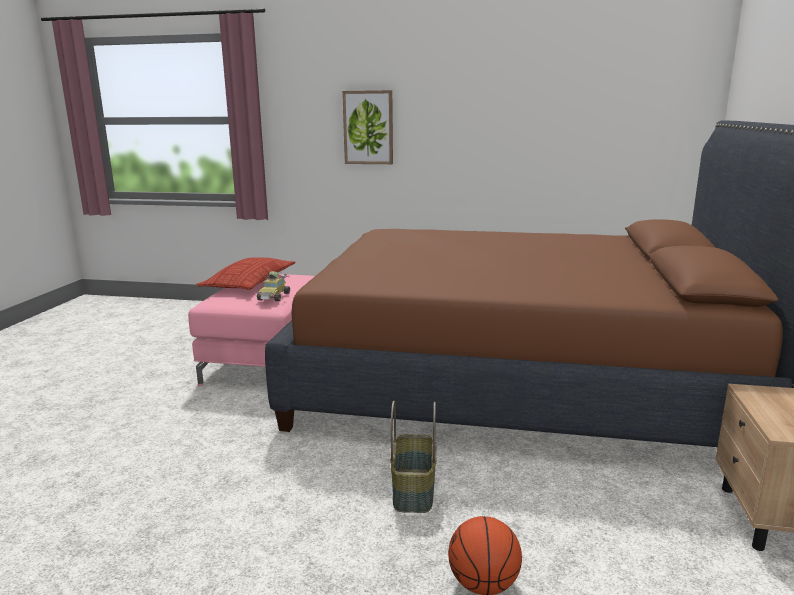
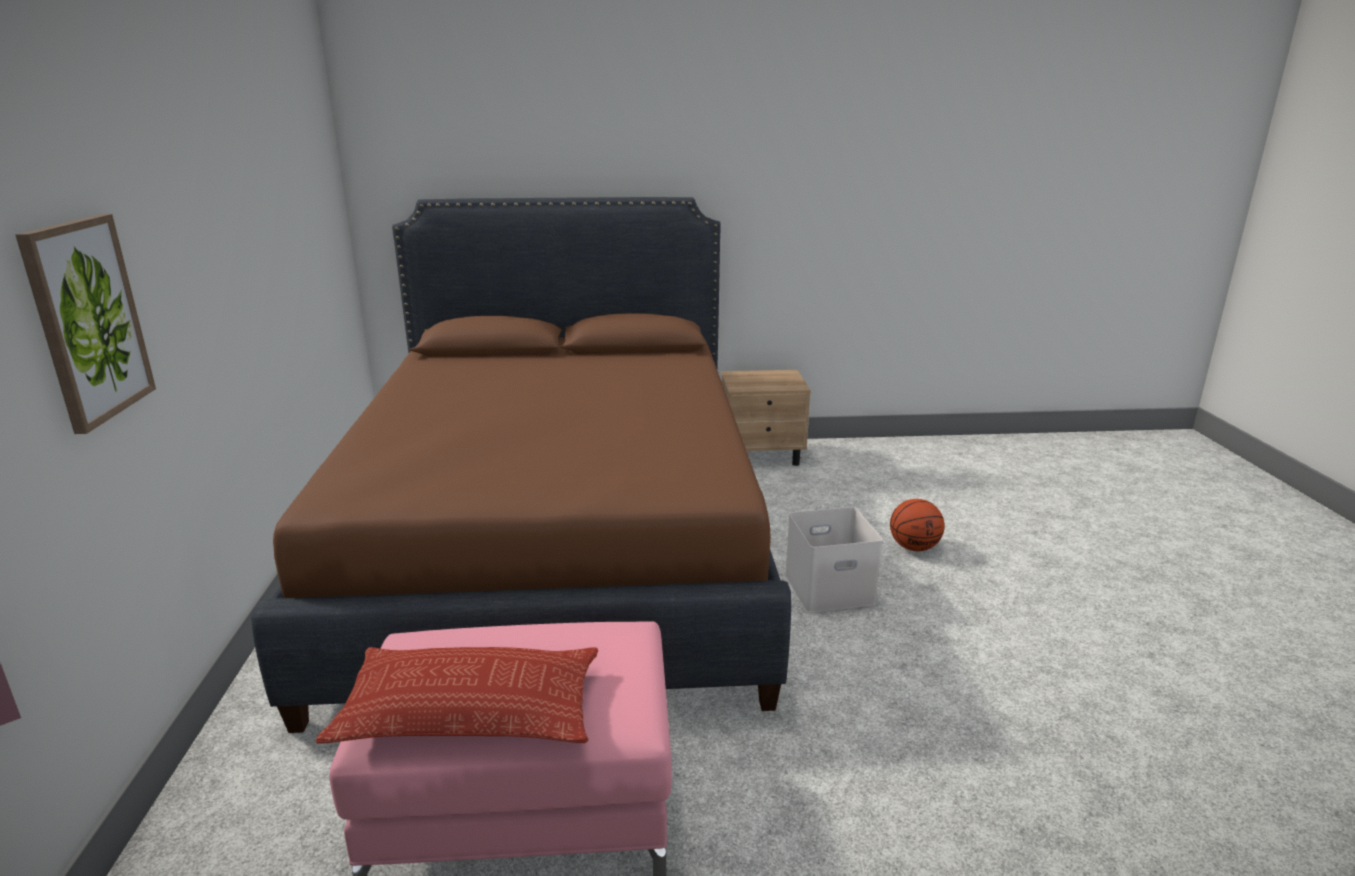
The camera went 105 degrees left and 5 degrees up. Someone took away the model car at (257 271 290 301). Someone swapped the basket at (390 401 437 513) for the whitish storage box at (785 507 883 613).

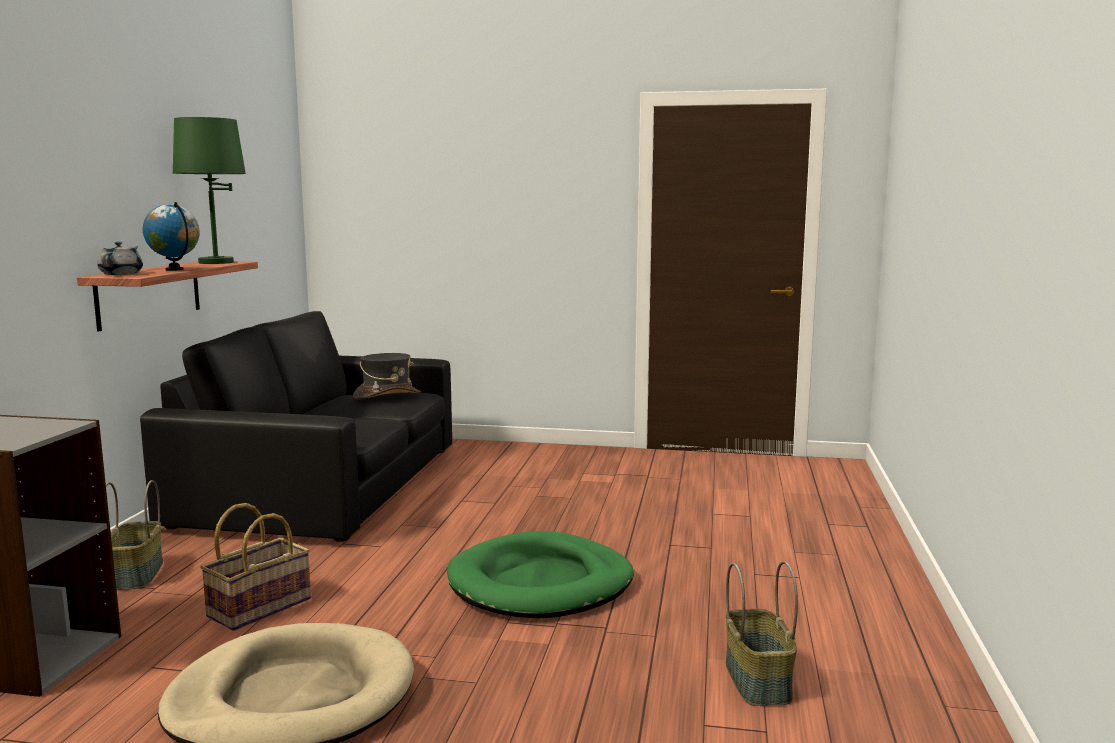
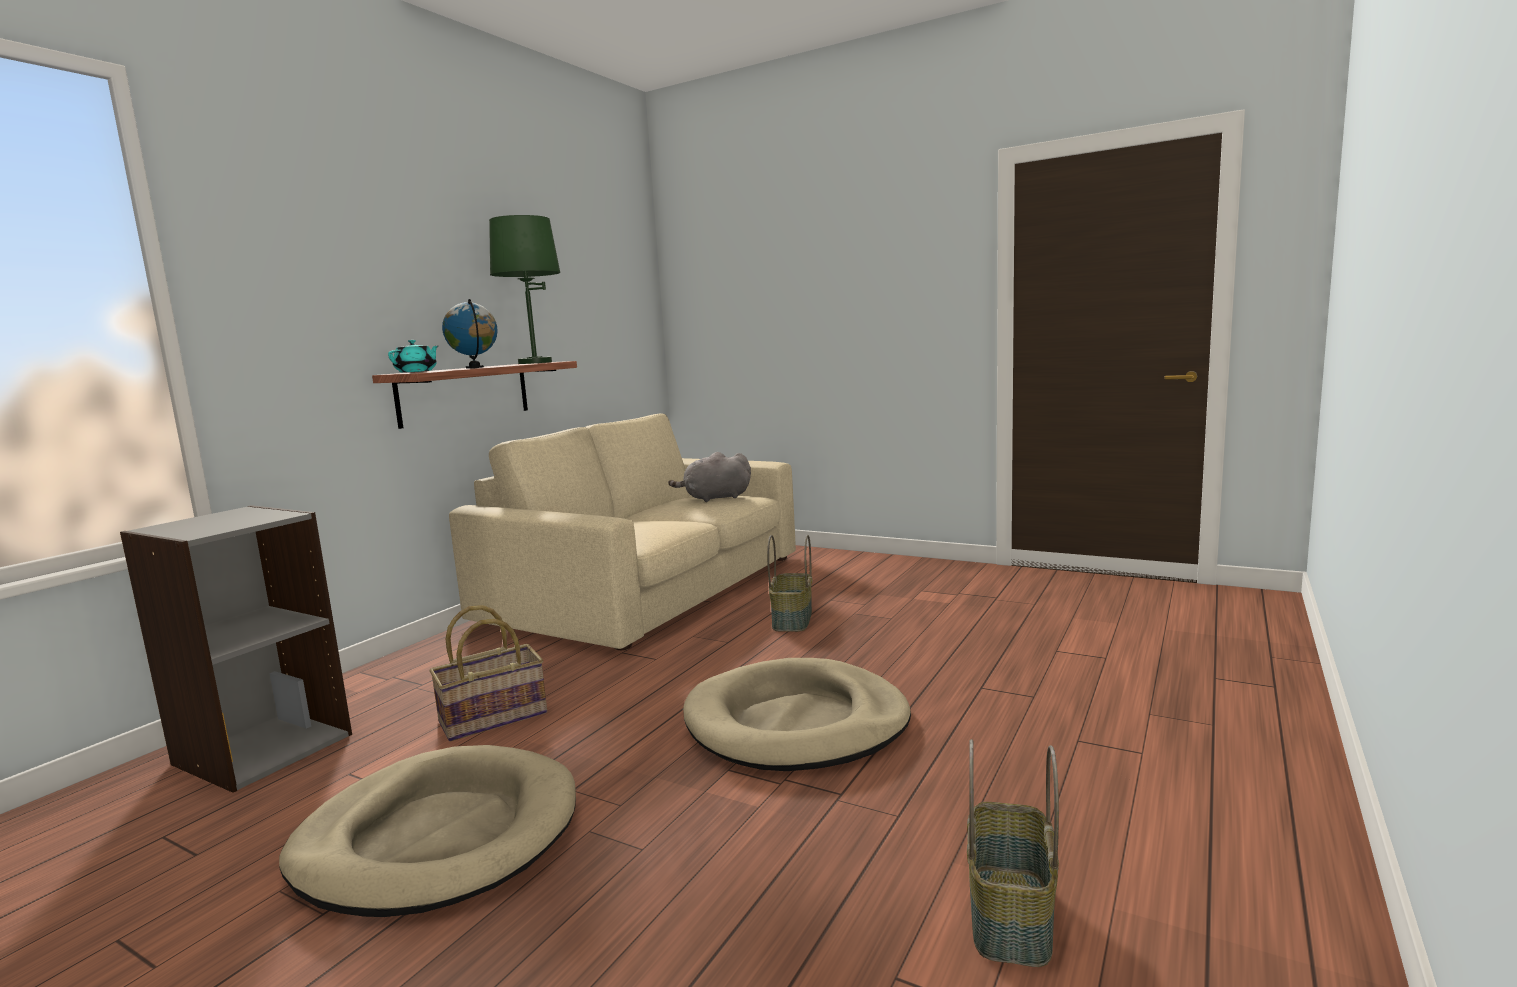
The camera went 20 degrees right and 0 degrees up. Someone repainted the greyish teapot at (97 242 143 275), which became the turquoise-coloured teapot at (388 340 438 373). Someone repainted the blackish couch at (140 311 452 542), which became the sand-coloured couch at (449 414 796 650). Someone swapped the greyish wearable hat at (353 353 421 400) for the greyish cuddly toy at (668 452 751 502). Someone carried the basket from (106 480 163 590) to (767 535 812 632). Someone repainted the green-coloured pet bed at (447 531 634 619), which became the sand-coloured pet bed at (683 658 911 771).

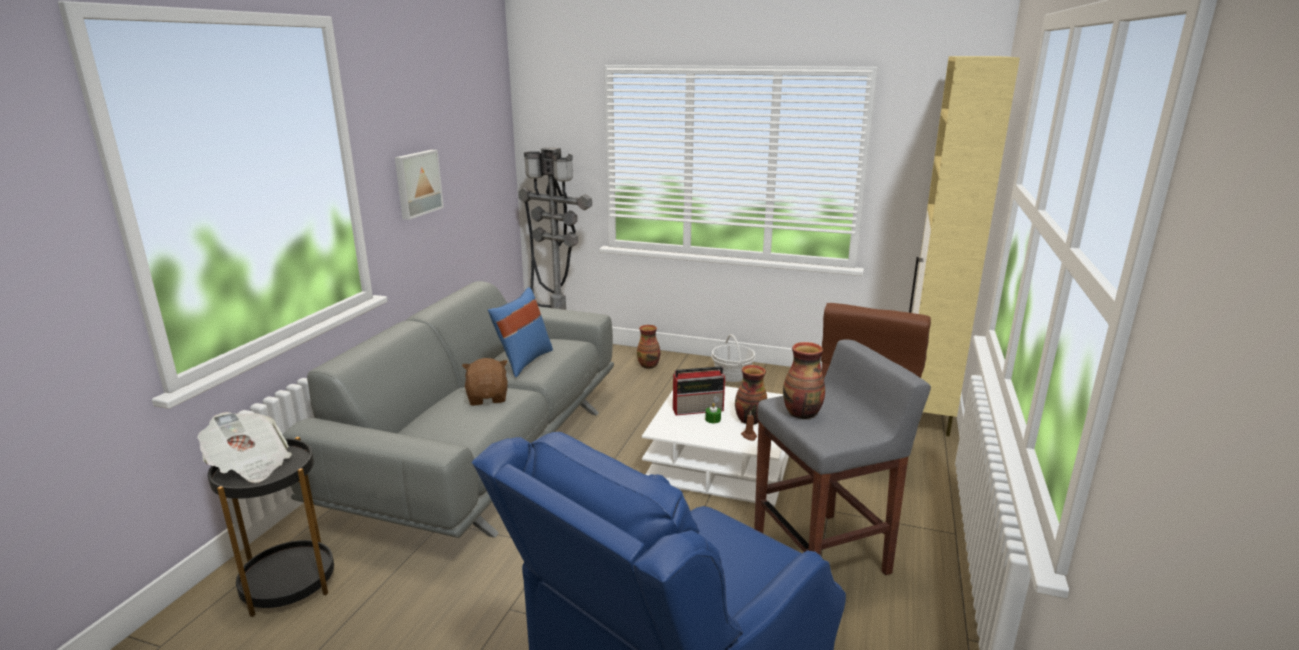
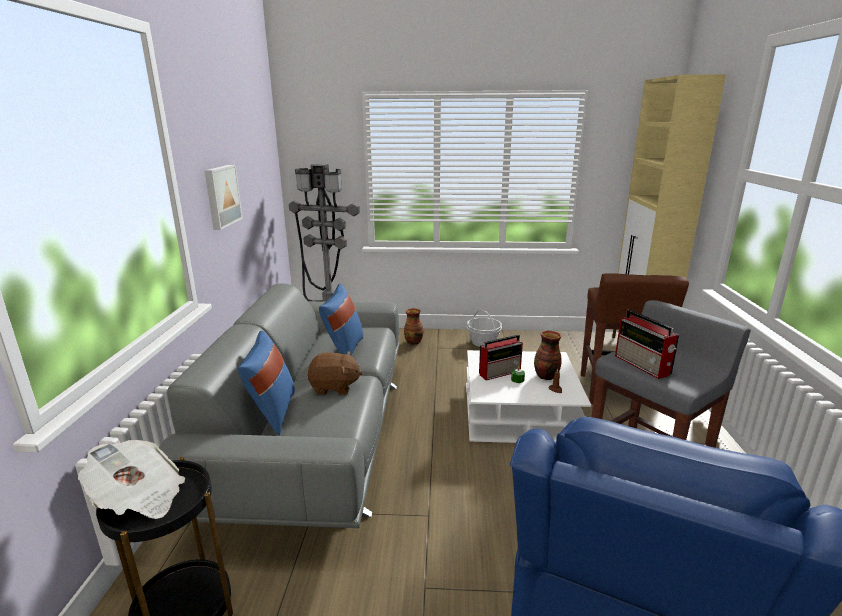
The camera went 15 degrees left and 0 degrees up. Someone swapped the vase at (783 342 825 419) for the radio receiver at (615 310 679 379). Someone rotated the brown cuddly toy at (462 358 508 405) by 120 degrees clockwise. Someone put down the blue-coloured cushion at (238 330 295 435).

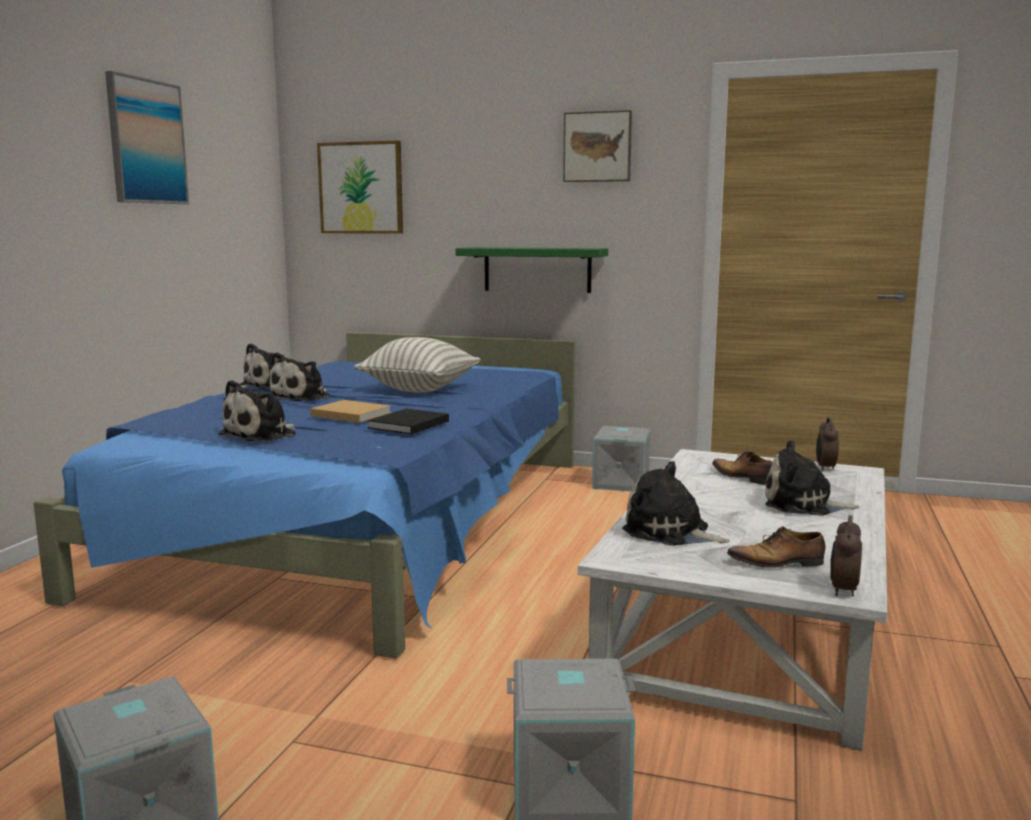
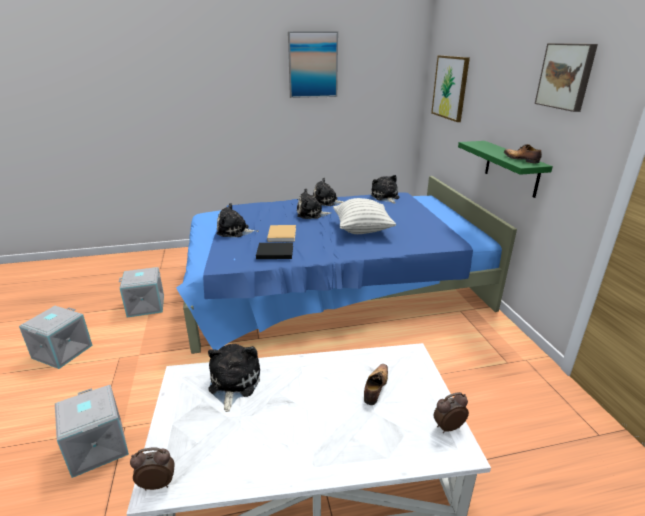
The camera went 60 degrees right and 15 degrees up. Someone carried the greyish storage box from (592 426 650 491) to (119 267 164 318). Someone carried the cuddly toy from (765 440 860 516) to (371 175 399 204). Someone carried the item of footwear from (727 526 826 568) to (504 144 542 163).

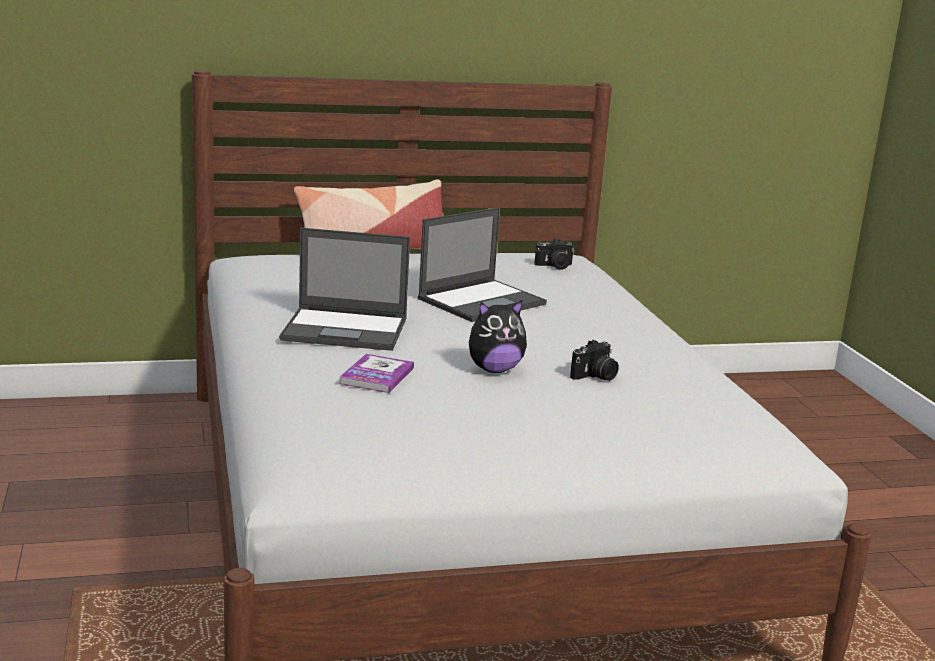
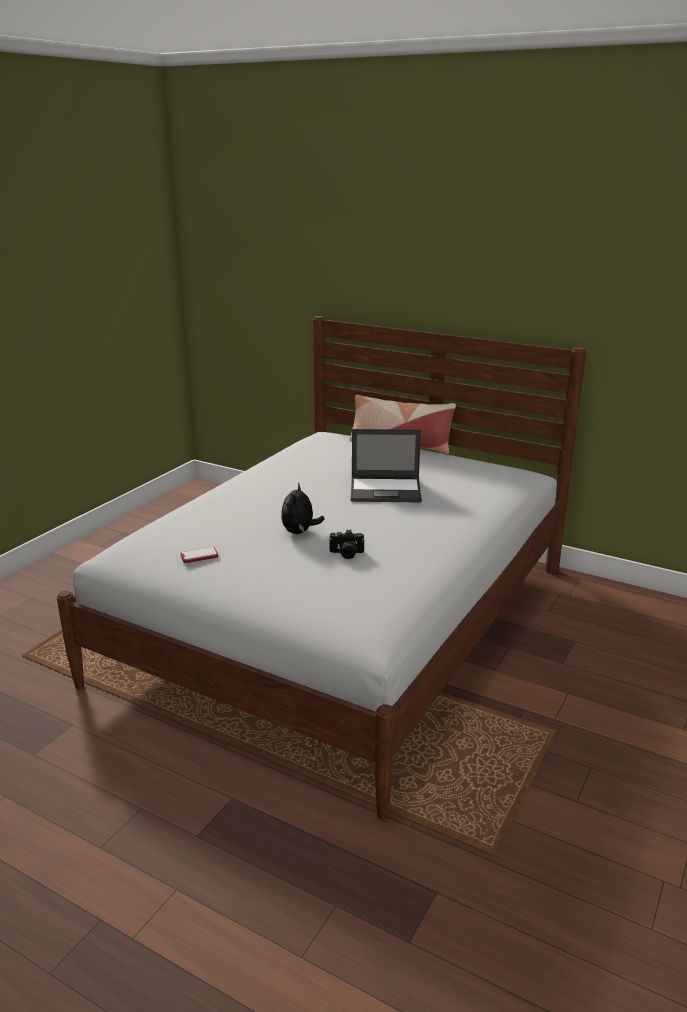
The camera went 45 degrees right and 5 degrees up. Someone took away the notebook computer at (279 228 410 351). Someone took away the still camera at (534 239 574 270). Someone rotated the cuddly toy at (469 300 527 373) by 75 degrees clockwise. Someone took away the book at (339 354 414 393). Someone put down the telephone at (181 547 218 563).

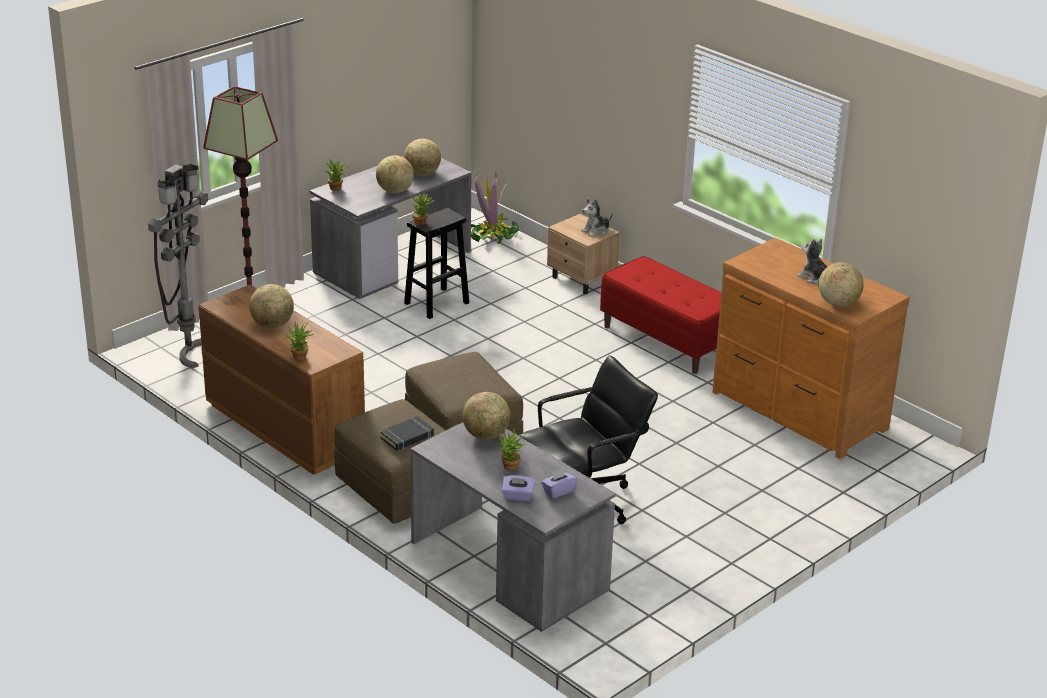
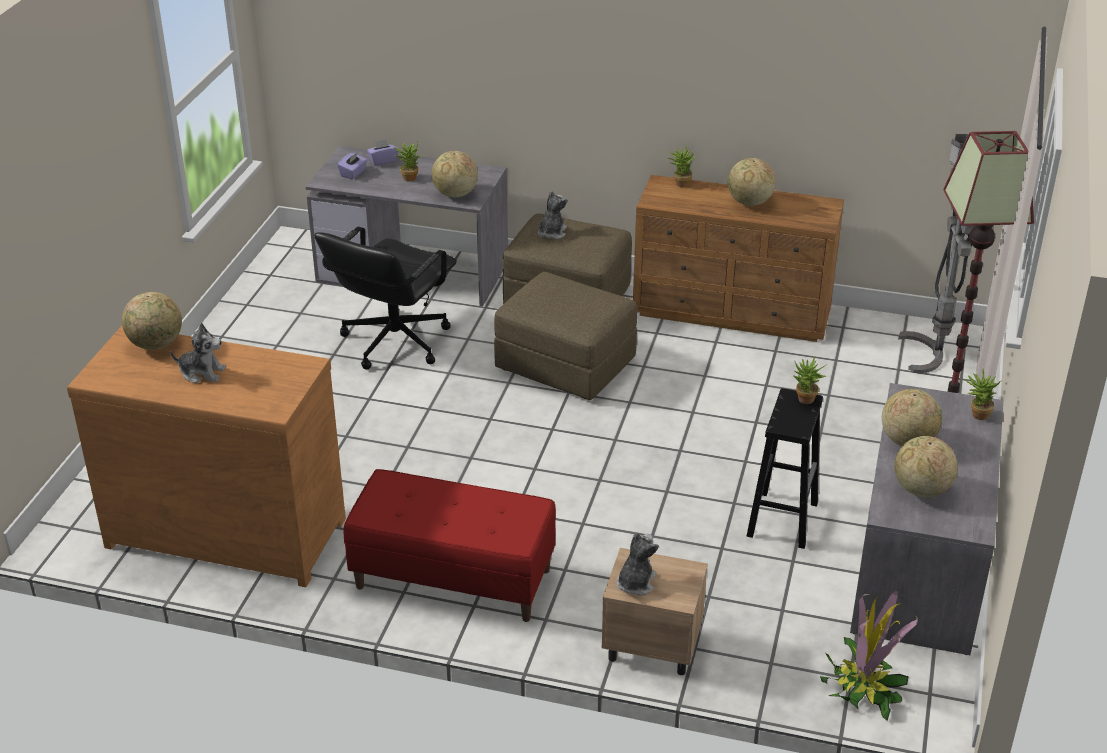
The camera went 150 degrees right and 5 degrees up. Someone swapped the blackish book at (380 416 434 451) for the cuddly toy at (538 191 568 240).

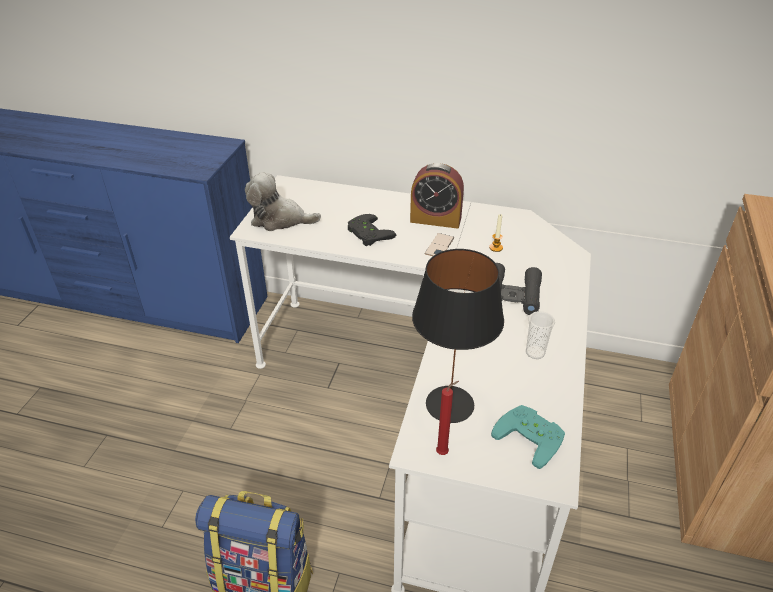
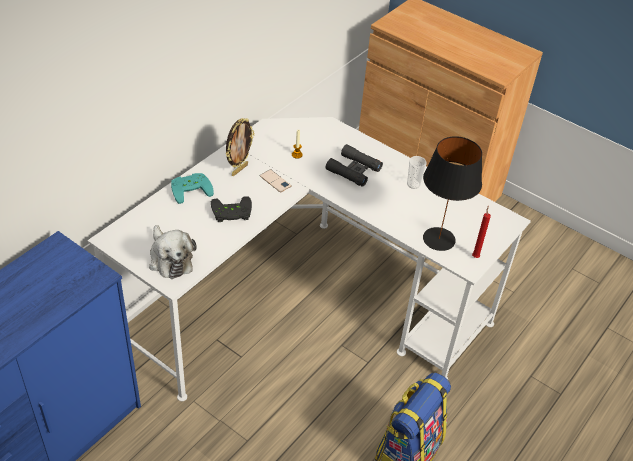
The camera went 70 degrees left and 5 degrees up. Someone swapped the bedside clock at (410 163 464 228) for the standing frame at (226 118 255 176). Someone rotated the cuddly toy at (245 172 321 231) by 60 degrees counterclockwise. Someone carried the turquoise-coloured joypad from (491 405 565 469) to (171 173 214 204).

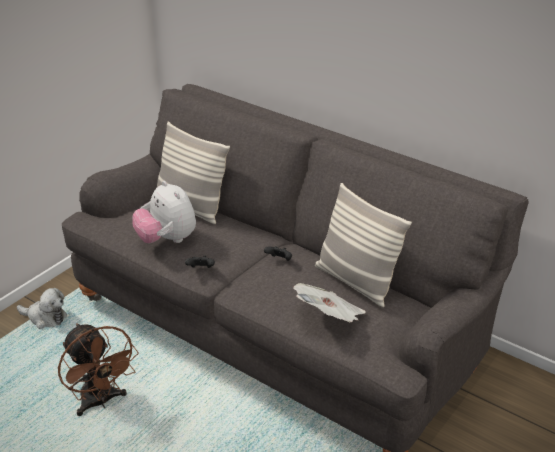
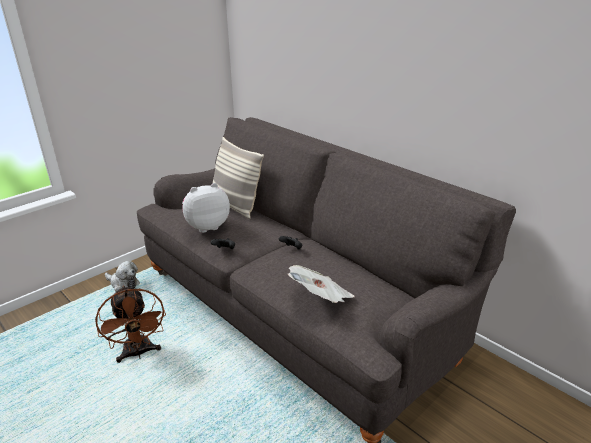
The camera went 10 degrees right and 5 degrees down. Someone rotated the cuddly toy at (132 181 196 243) by 90 degrees clockwise. Someone took away the cushion at (315 183 412 308).

